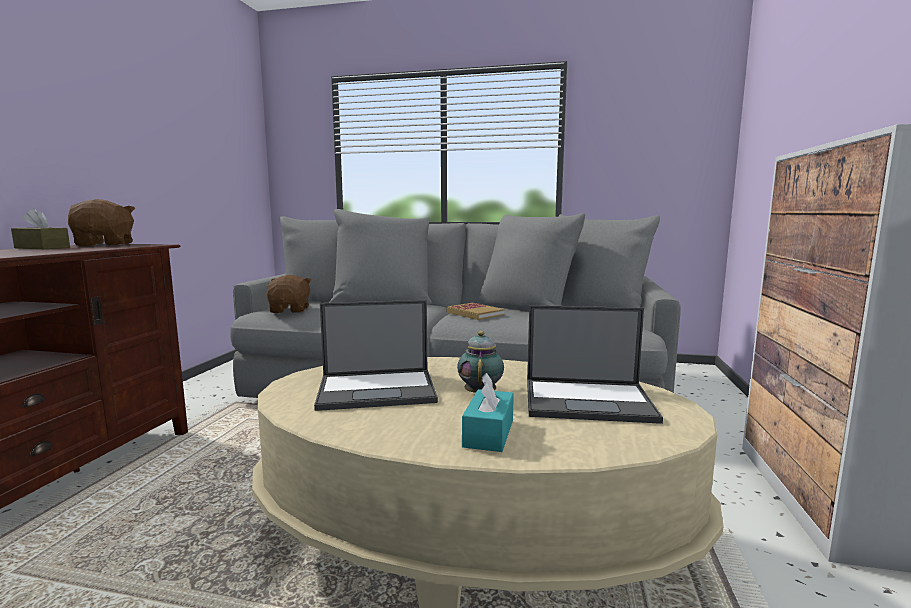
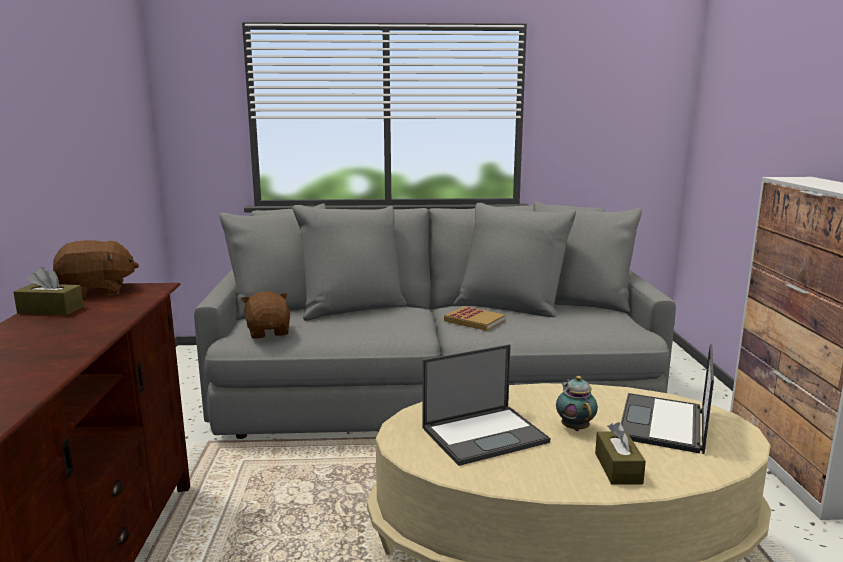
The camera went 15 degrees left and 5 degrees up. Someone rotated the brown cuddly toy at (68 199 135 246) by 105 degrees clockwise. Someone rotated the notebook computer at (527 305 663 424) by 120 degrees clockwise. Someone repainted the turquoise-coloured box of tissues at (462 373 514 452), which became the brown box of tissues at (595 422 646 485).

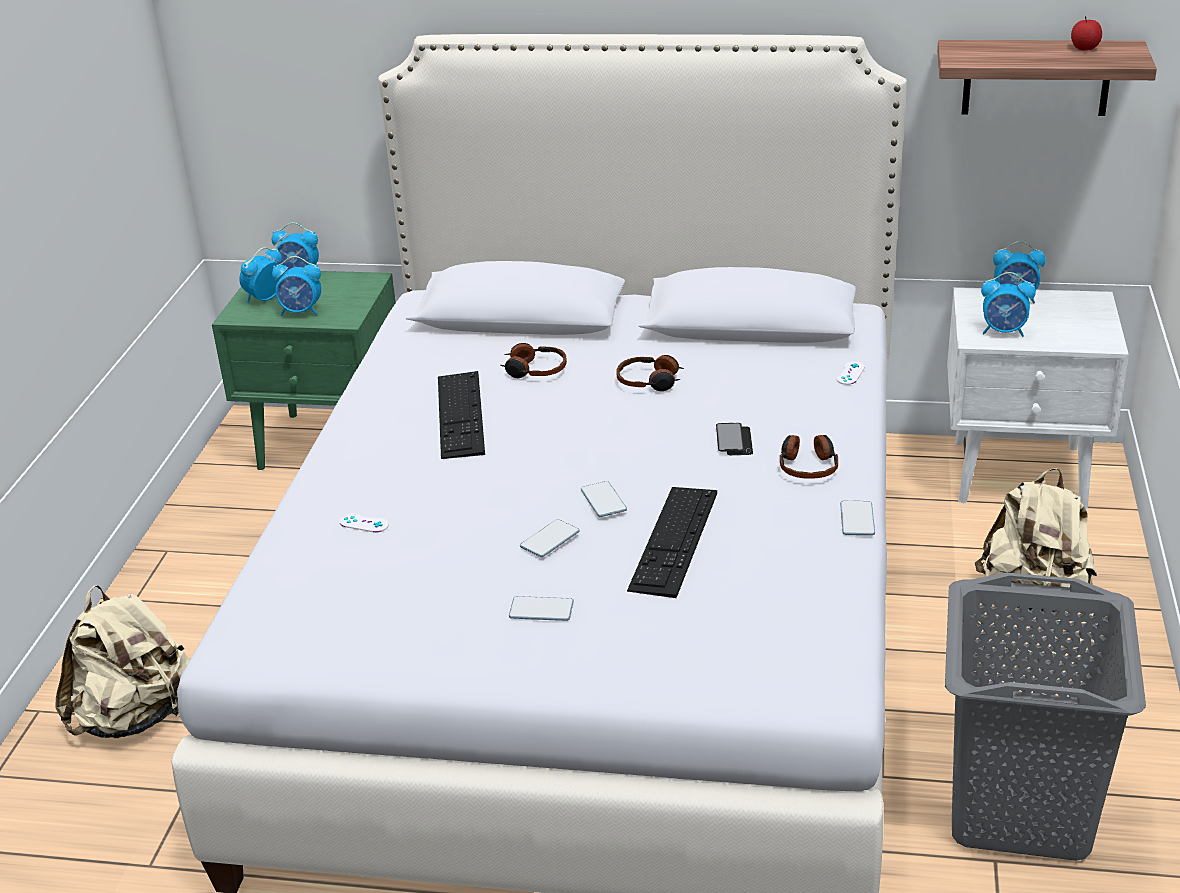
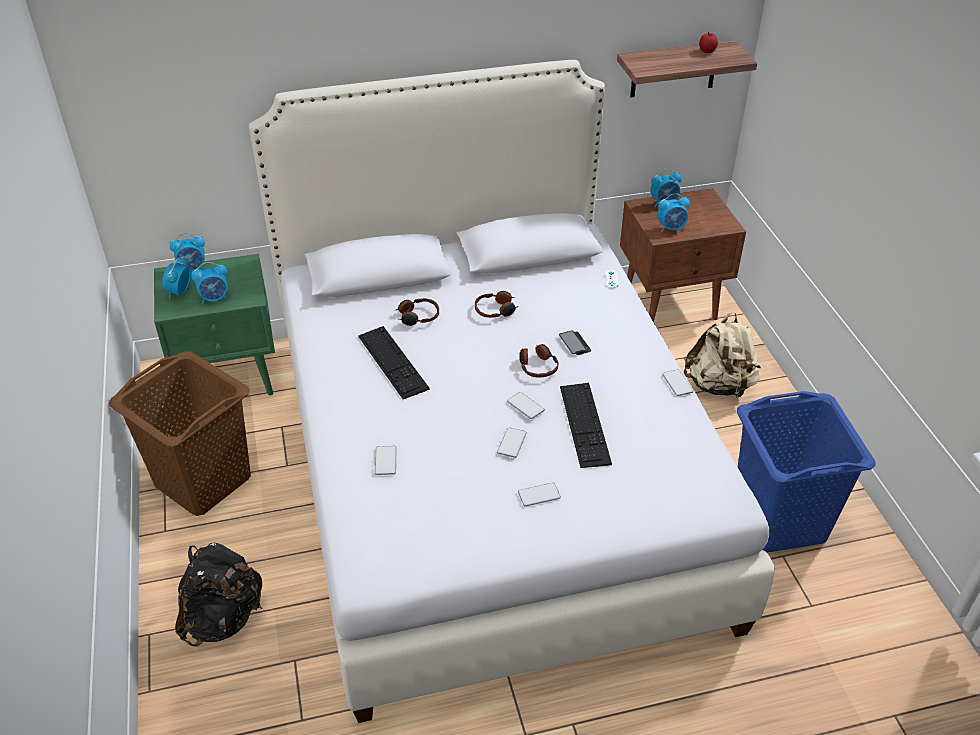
The camera went 25 degrees left and 10 degrees up. Someone repainted the whitish nightstand at (947 287 1129 509), which became the brown nightstand at (620 188 746 322). Someone carried the headset from (780 435 838 479) to (520 344 559 378). Someone swapped the whitish joypad at (339 513 389 533) for the telephone at (375 446 396 475). Someone repainted the greyish hamper at (945 573 1146 861), which became the blue-coloured hamper at (737 391 875 553). Someone repainted the sand-coloured knapsack at (55 585 190 738), which became the blackish knapsack at (175 542 263 647). Someone put down the brown hamper at (109 351 251 516).

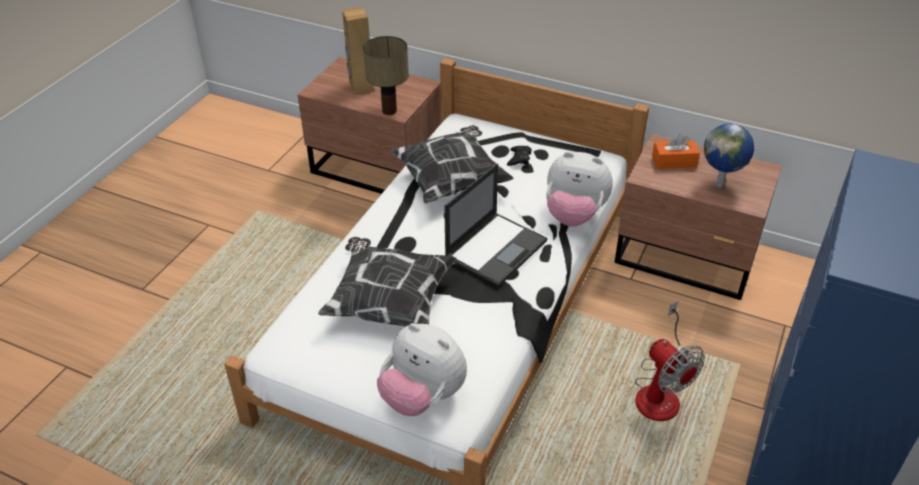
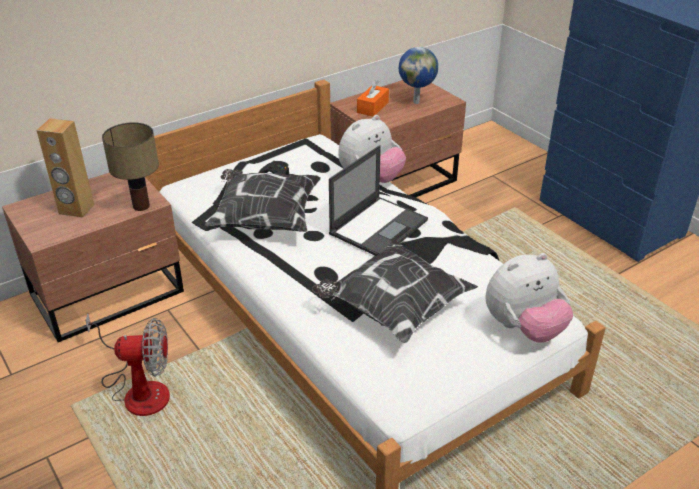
The camera went 60 degrees left and 5 degrees down. Someone rotated the notebook computer at (444 163 547 286) by 60 degrees clockwise. Someone carried the cooling fan from (635 301 705 421) to (85 313 170 416).

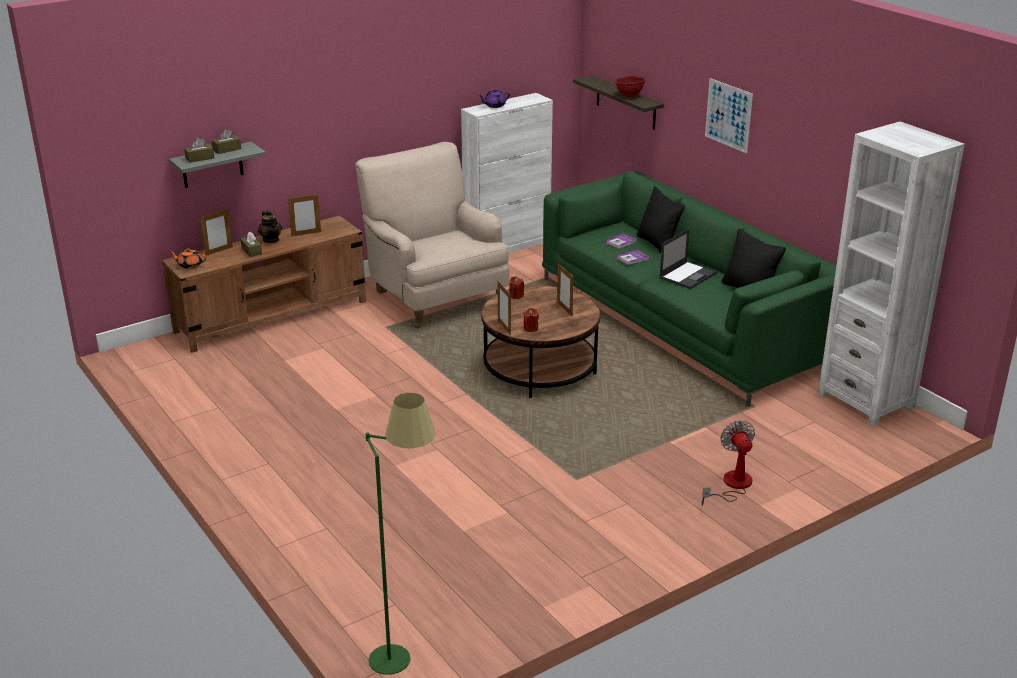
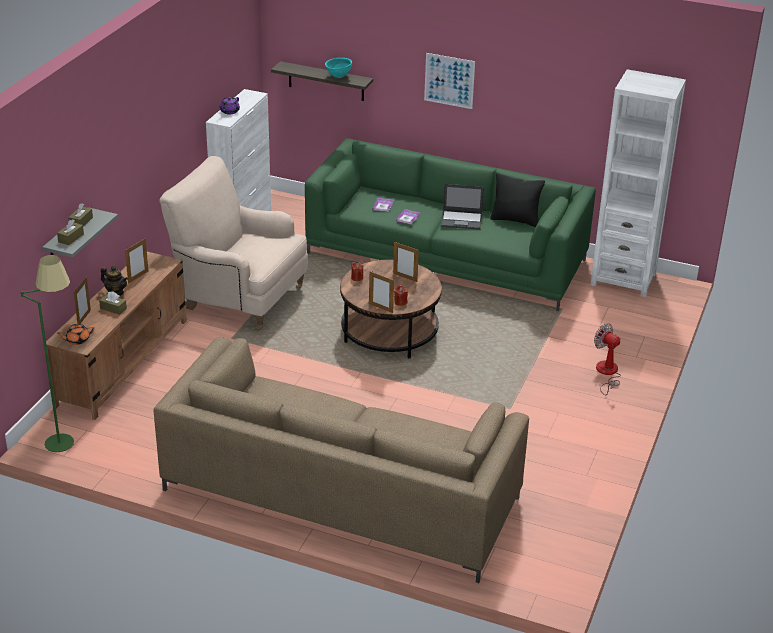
The camera went 35 degrees left and 5 degrees up. Someone repainted the red deep dish at (615 76 646 97), which became the turquoise-coloured deep dish at (325 58 352 78). Someone took away the blackish cushion at (637 186 685 253). Someone rotated the notebook computer at (659 229 717 289) by 90 degrees clockwise. Someone carried the green-coloured standard lamp from (366 393 436 675) to (21 255 74 452). Someone put down the brown couch at (153 337 529 583).

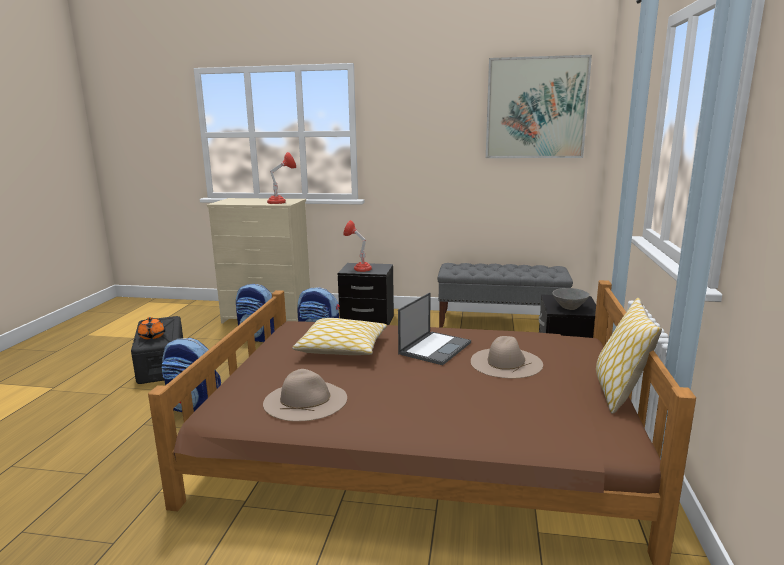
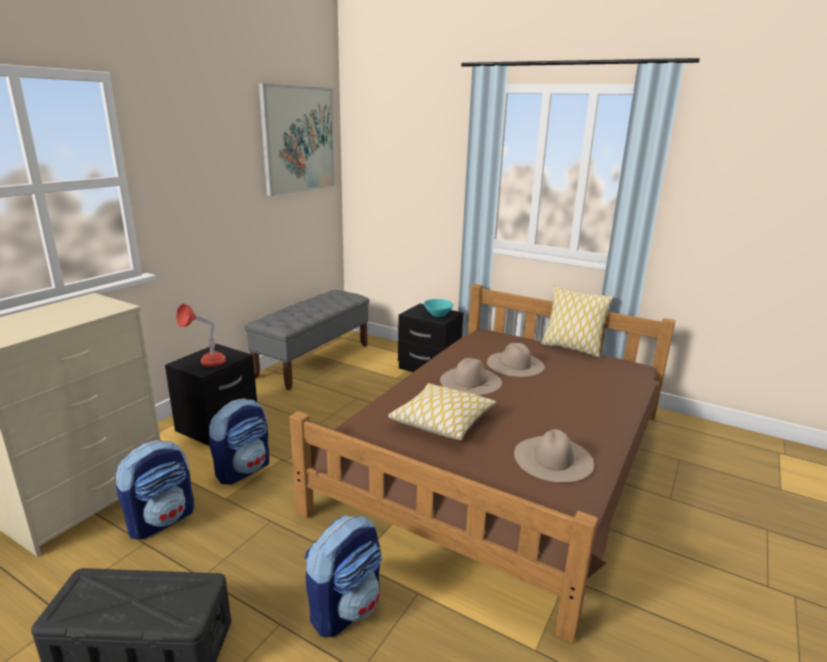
The camera went 70 degrees left and 5 degrees up. Someone took away the red table lamp at (267 152 296 204). Someone repainted the greyish deep dish at (552 288 590 310), which became the turquoise-coloured deep dish at (424 299 453 317). Someone swapped the notebook computer at (398 292 471 365) for the sand-coloured wearable hat at (440 358 502 395). Someone took away the orange-coloured teapot at (138 317 165 339).

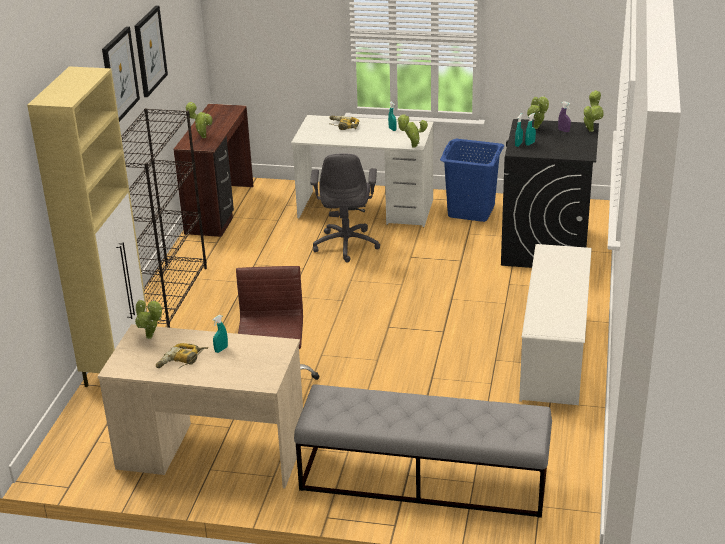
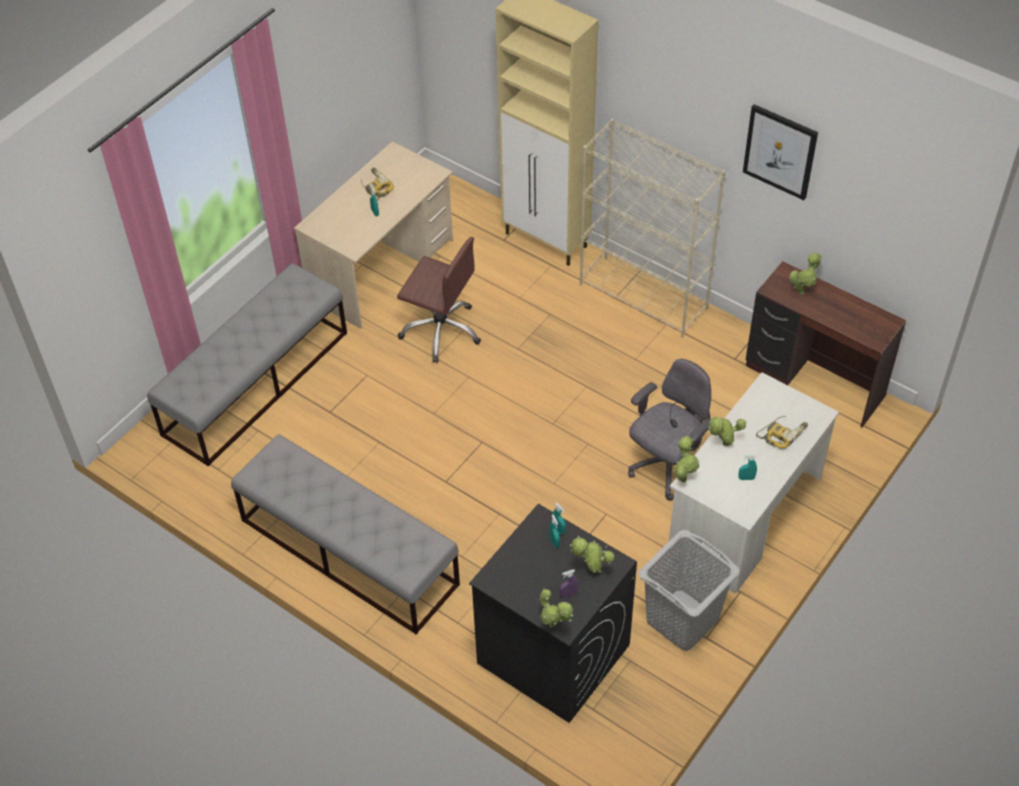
The camera went 115 degrees right and 20 degrees up. Someone took away the picture at (102 26 140 122). Someone repainted the blackish shelving unit at (121 108 207 328), which became the sand-coloured shelving unit at (580 119 725 338). Someone repainted the blue-coloured hamper at (440 139 504 222), which became the greyish hamper at (638 530 740 651). Someone rotated the greyish desk chair at (310 154 380 262) by 105 degrees clockwise. Someone swapped the whitish shoe stand at (519 244 592 405) for the greyish bench at (231 434 460 634). Someone carried the plant in a pot from (135 300 162 339) to (708 417 746 446).

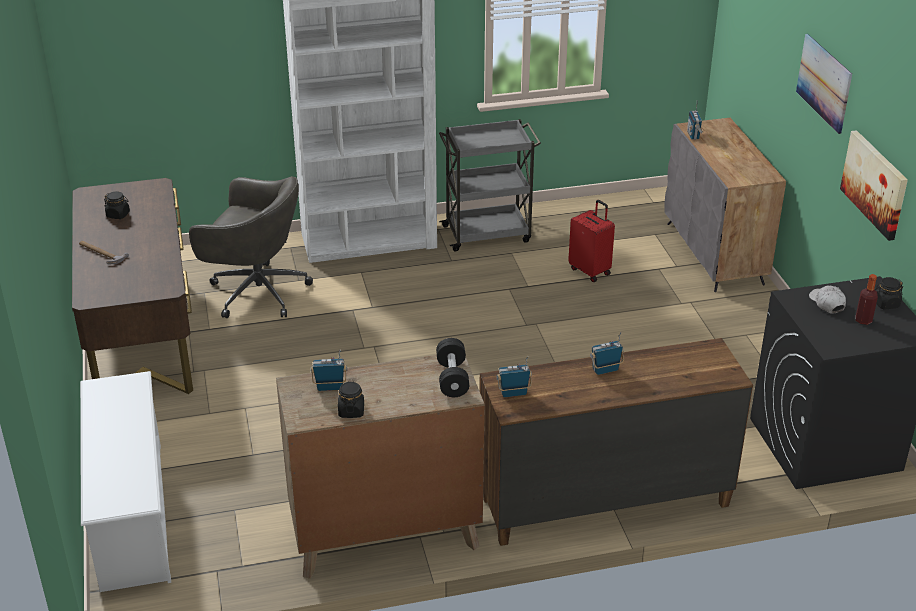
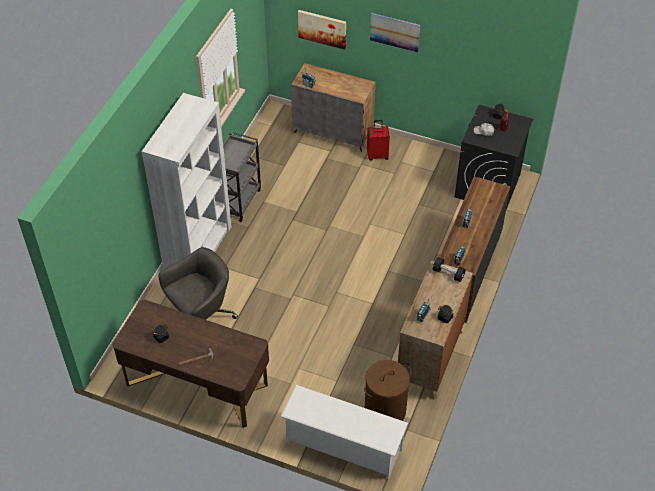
The camera went 55 degrees left and 15 degrees up. Someone carried the picture from (840 130 908 241) to (298 10 346 50). Someone carried the red piece of luggage from (568 200 615 282) to (367 120 390 161). Someone put down the brown hamper at (364 360 411 421).

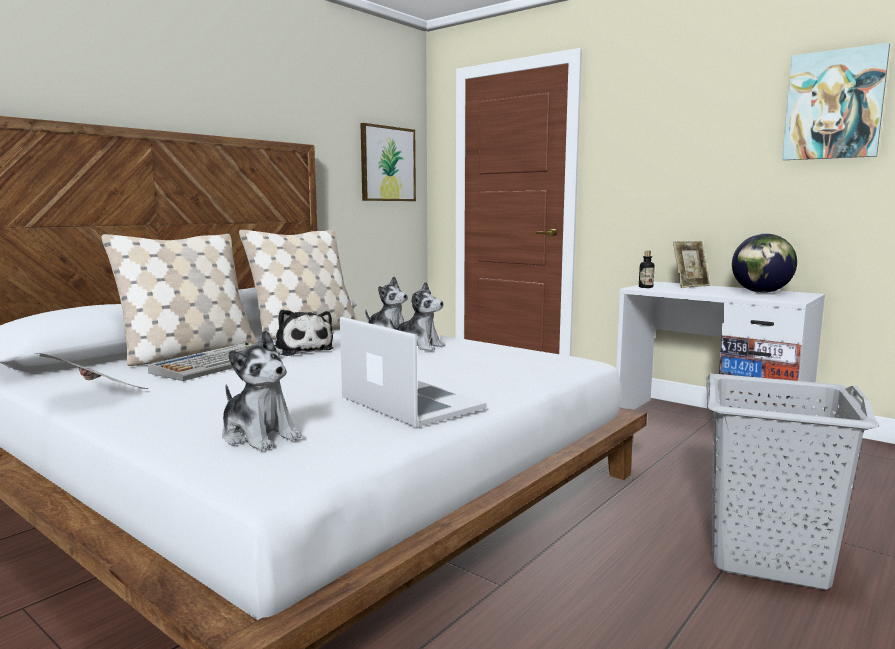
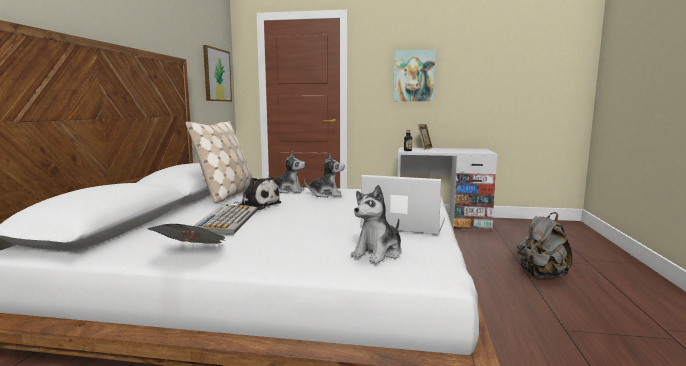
The camera went 30 degrees left and 0 degrees up. Someone carried the picture from (782 43 890 160) to (393 50 436 102). Someone took away the sand-coloured cushion at (101 234 256 366). Someone took away the world globe at (732 234 797 293). Someone rotated the cuddly toy at (222 330 302 451) by 120 degrees clockwise. Someone swapped the greyish hamper at (706 373 879 590) for the greyish knapsack at (517 212 573 278).

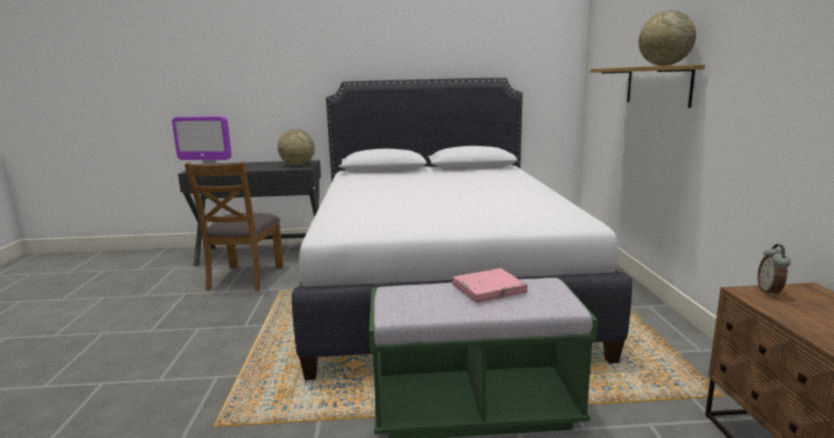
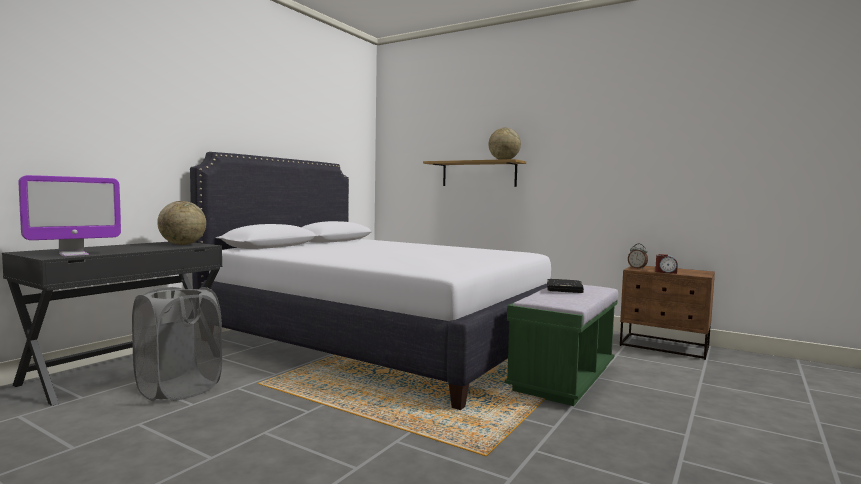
The camera went 55 degrees left and 10 degrees down. Someone swapped the brown plain chair at (184 162 284 291) for the greyish hamper at (132 287 222 401). Someone repainted the pinkish book at (453 268 528 303), which became the blackish book at (547 279 584 293). Someone put down the bedside clock at (655 254 678 274).

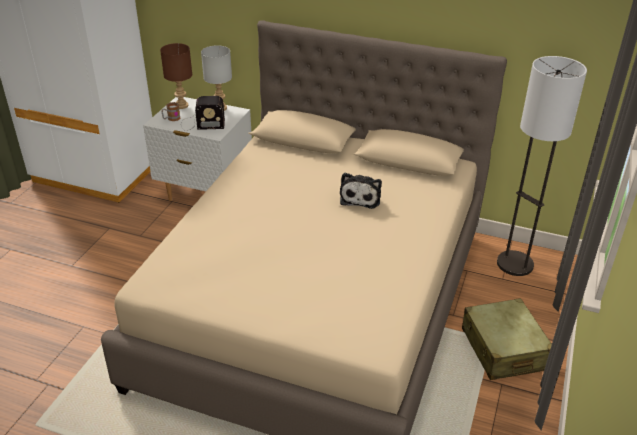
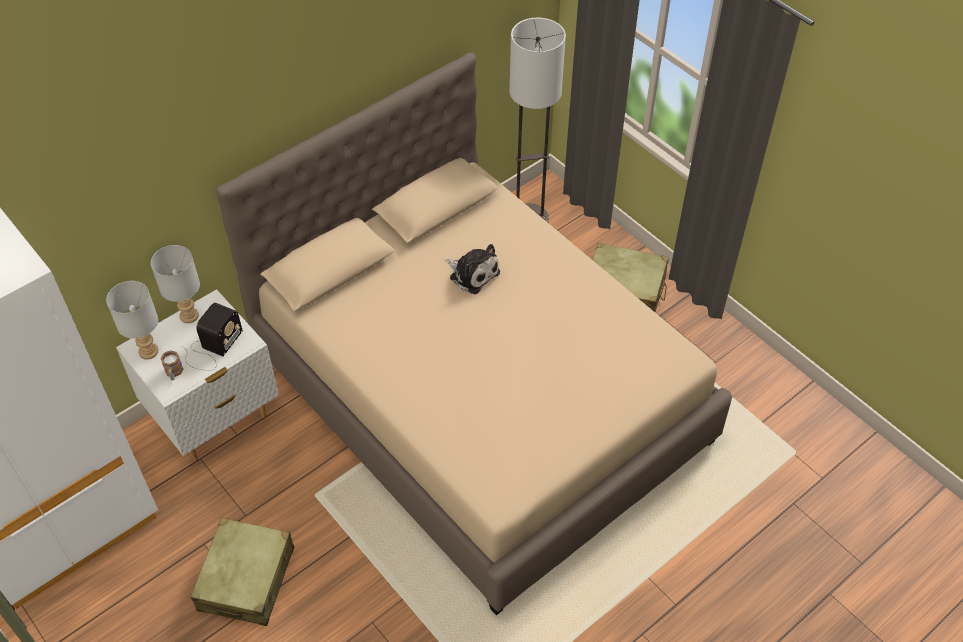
The camera went 60 degrees left and 15 degrees up. Someone repainted the brown table lamp at (160 43 192 109), which became the greyish table lamp at (106 281 158 360). Someone put down the sand-coloured piece of luggage at (191 518 294 626).

